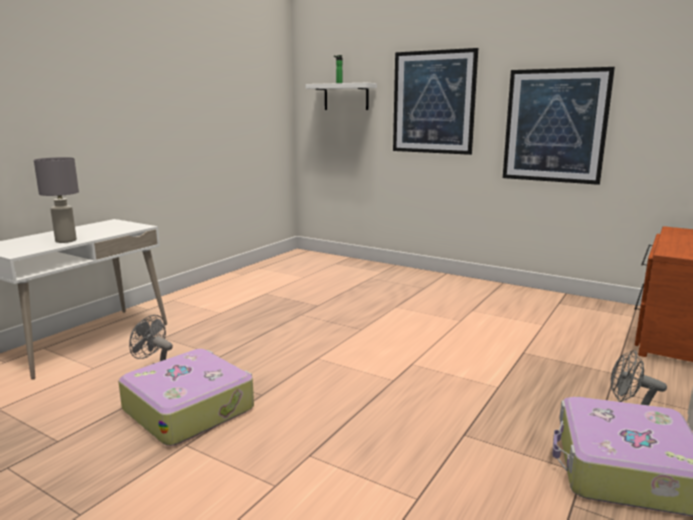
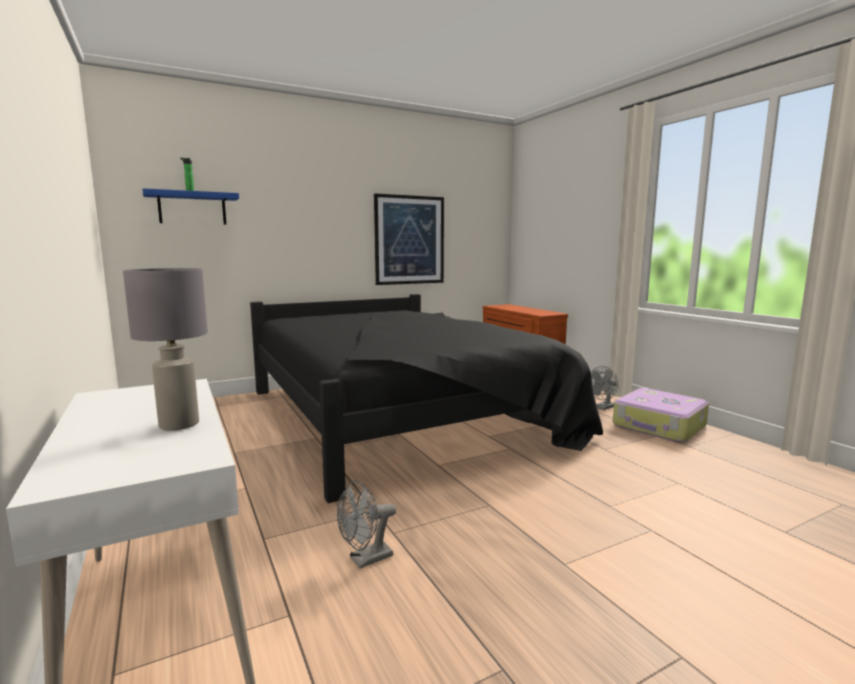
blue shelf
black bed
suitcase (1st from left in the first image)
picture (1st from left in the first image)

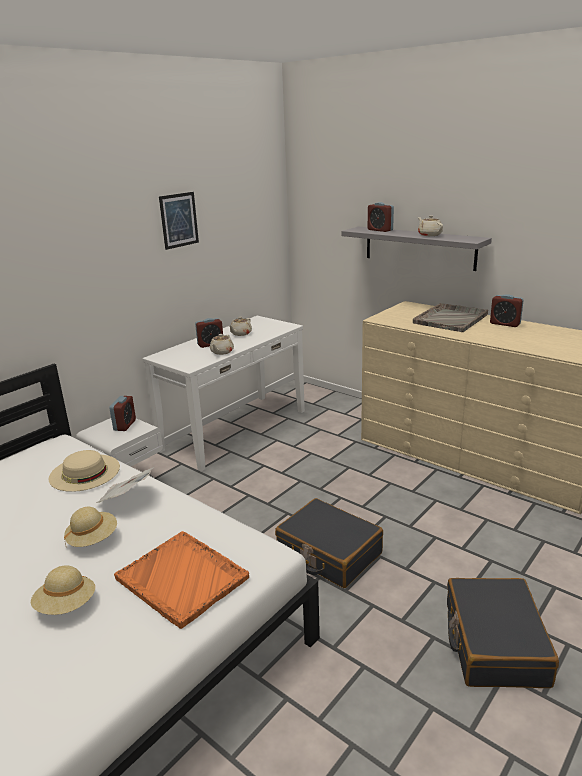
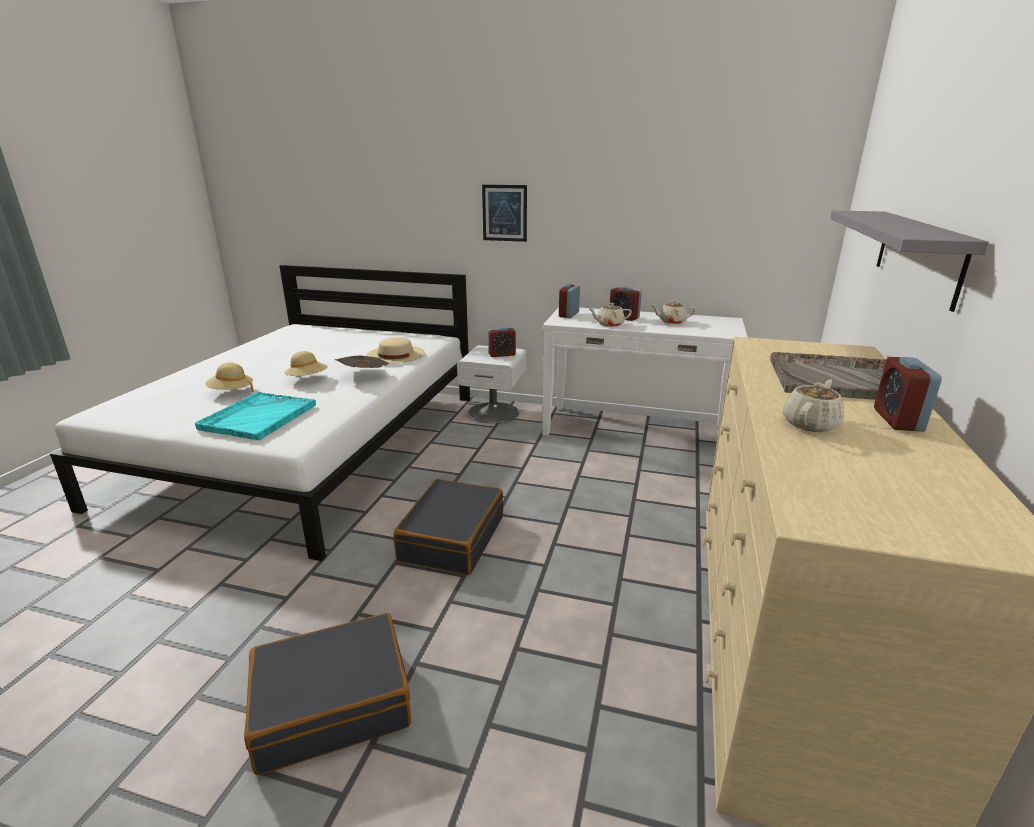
turquoise tray
picture
alarm clock (2nd from left)
beige teapot (3rd from left)

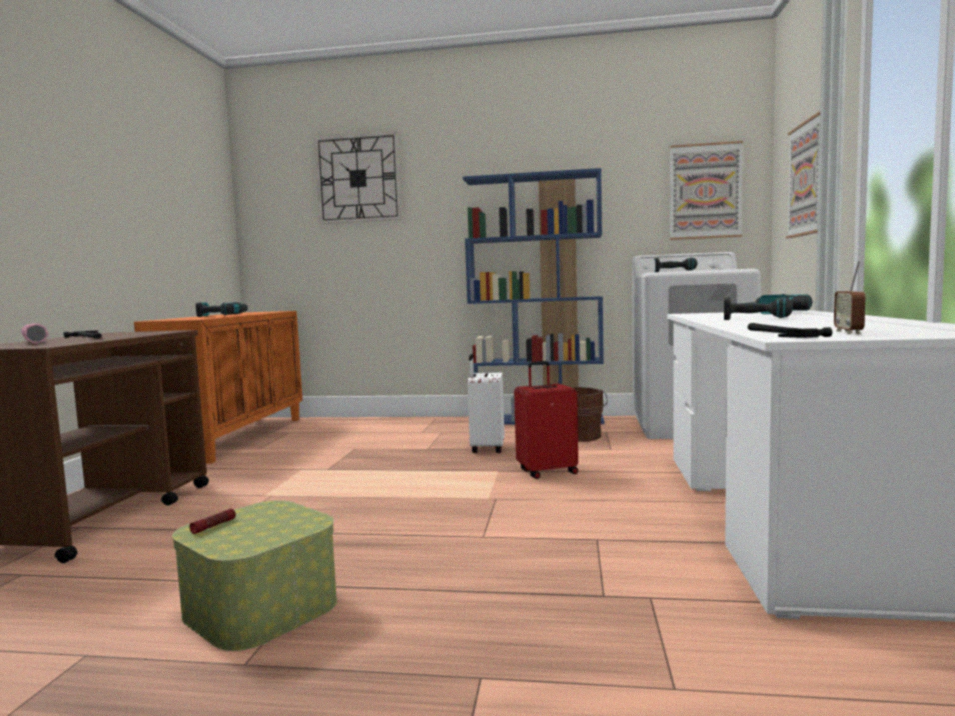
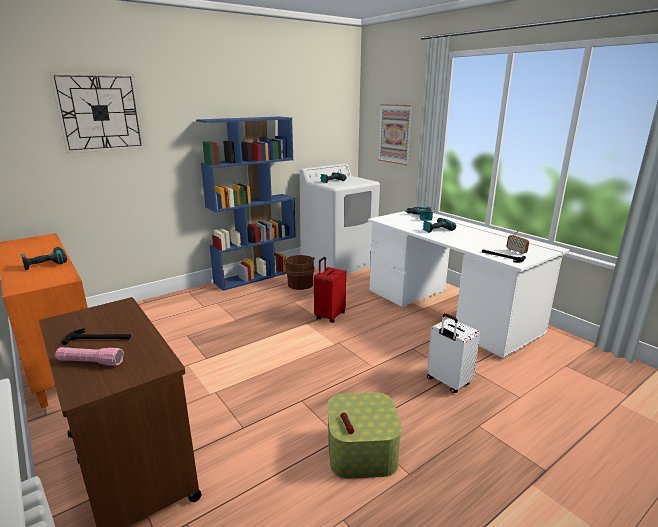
white suitcase
picture (1st from left in the first image)

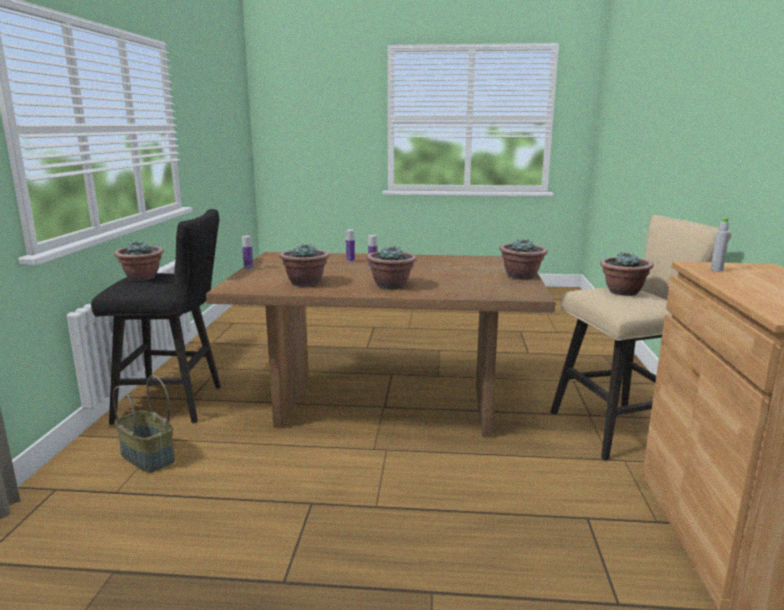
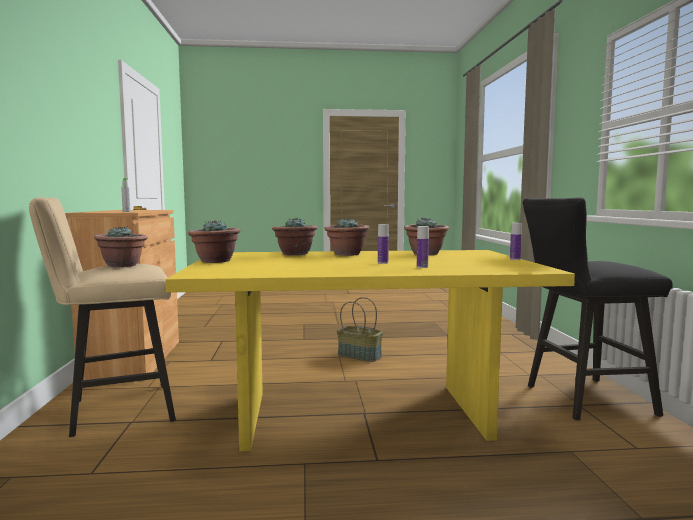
yellow dining table
potted plant (3rd from left)
basket

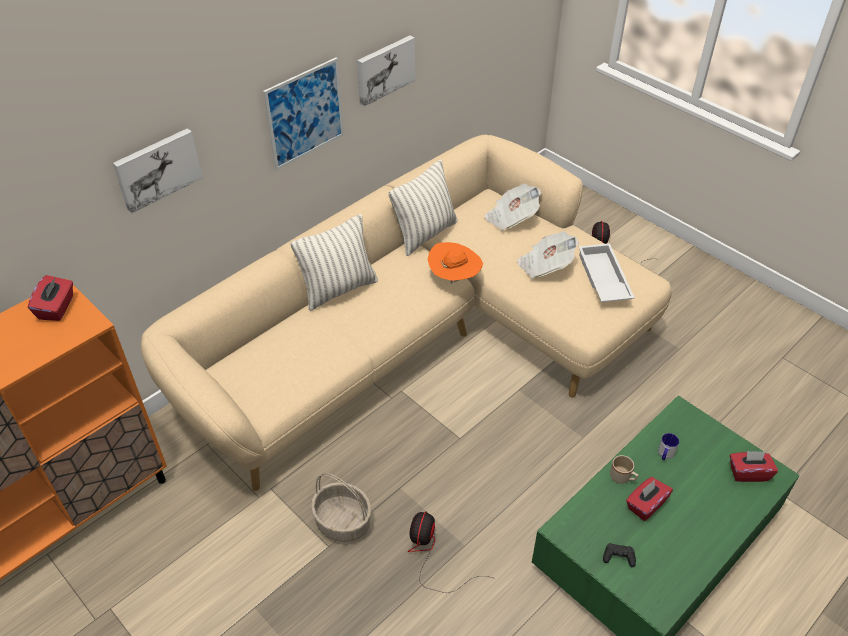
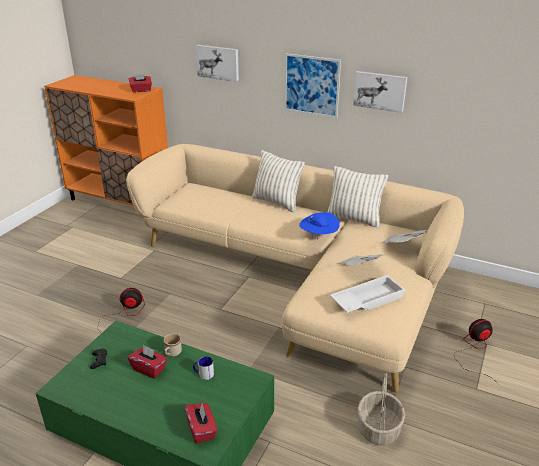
blue hat
basket

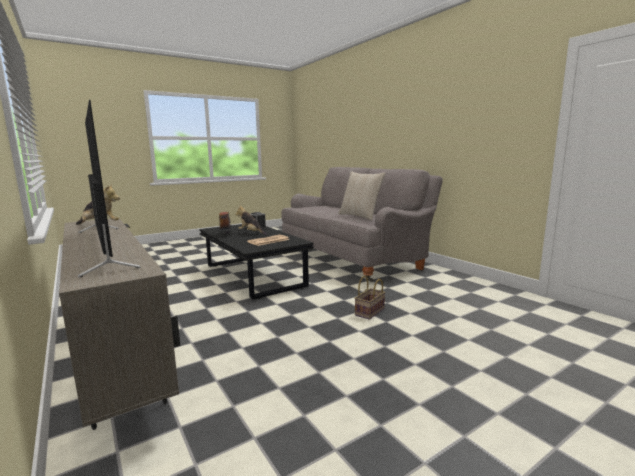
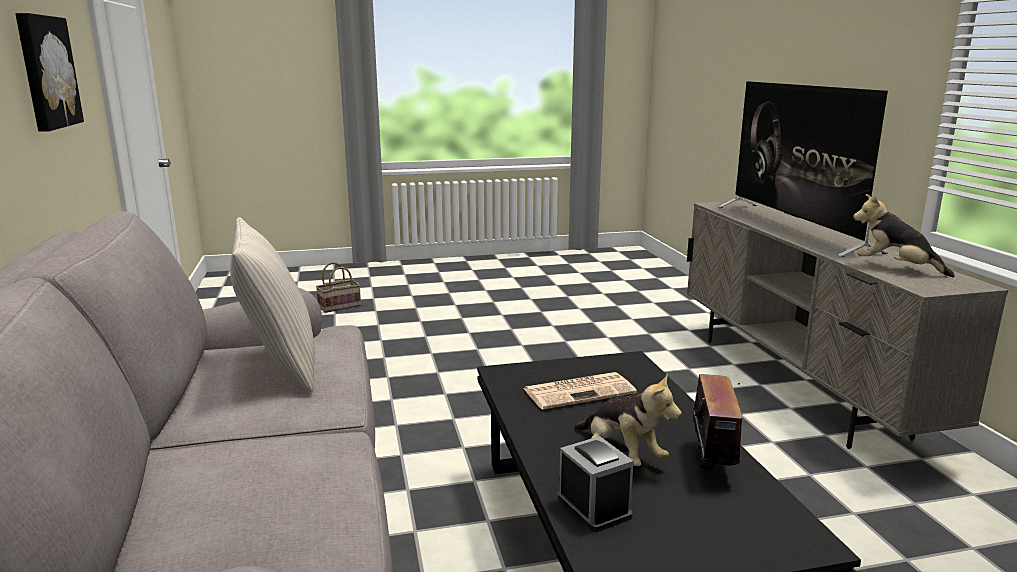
picture
basket

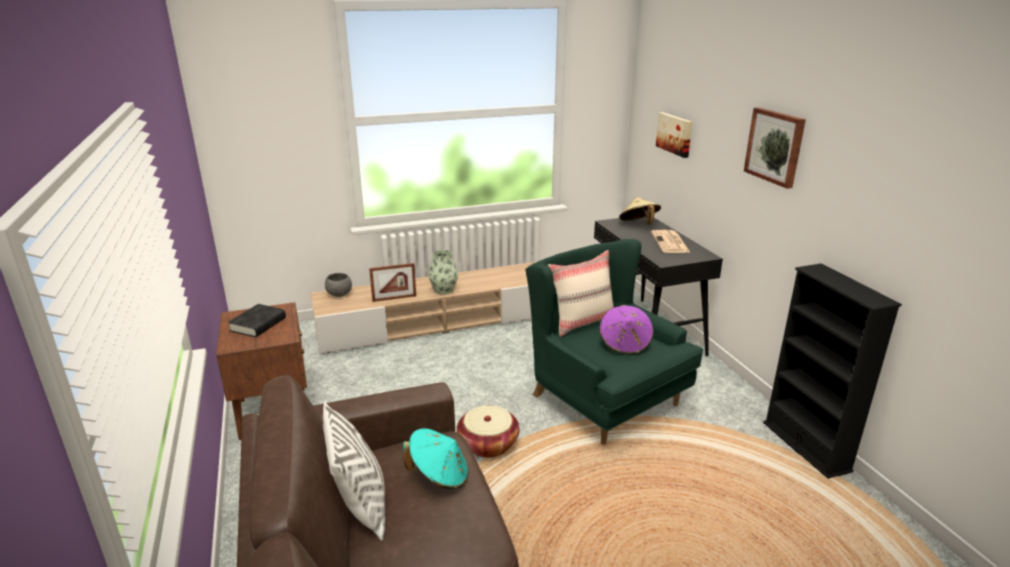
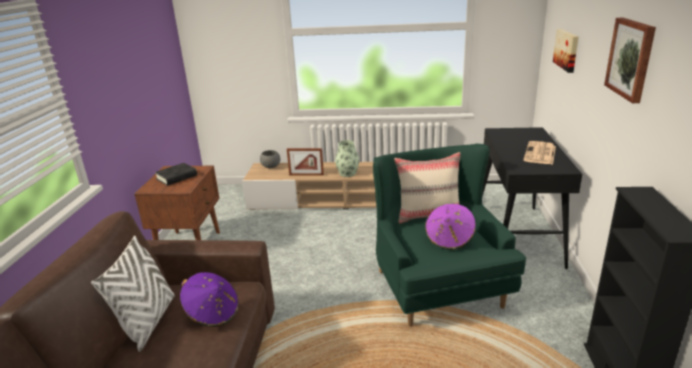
purple hat (1st from left)
basket
beige hat

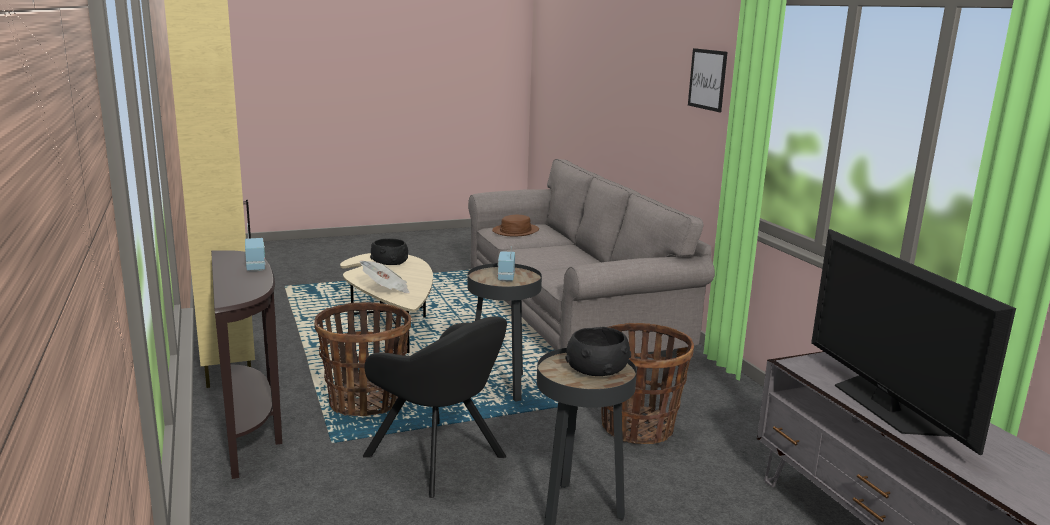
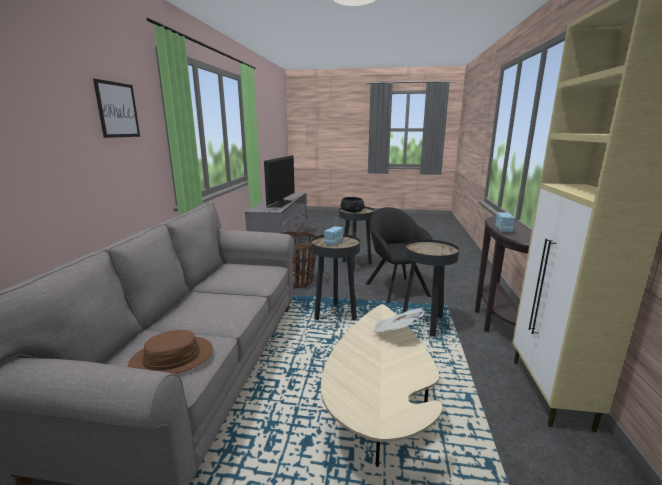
black side table (3rd from left)
black bowl (1st from left in the first image)

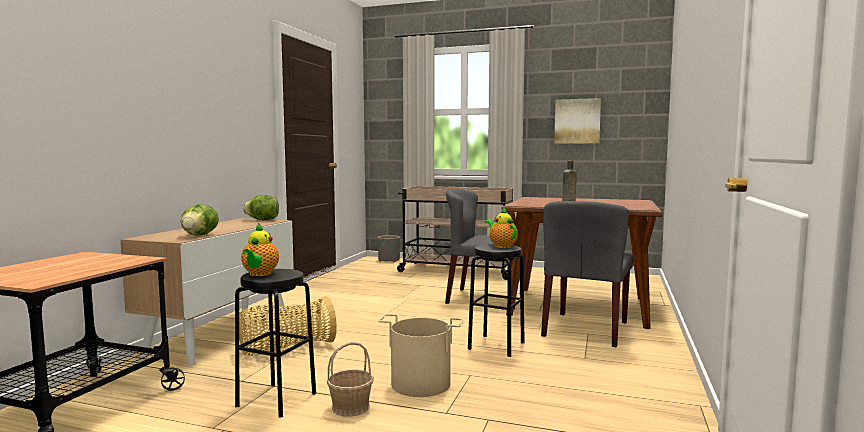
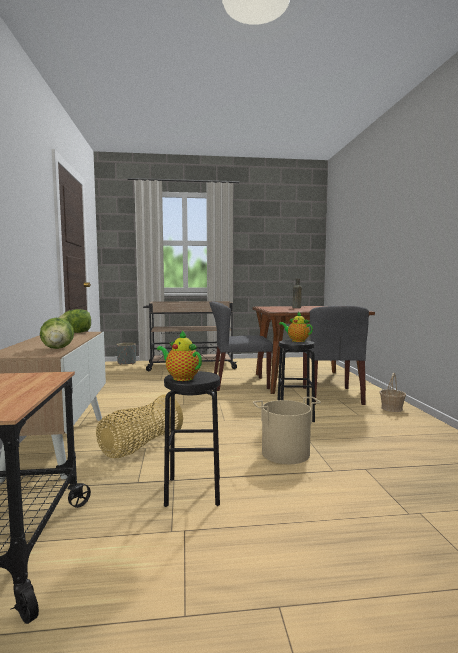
teapot (1st from left)
basket (2nd from left)
picture

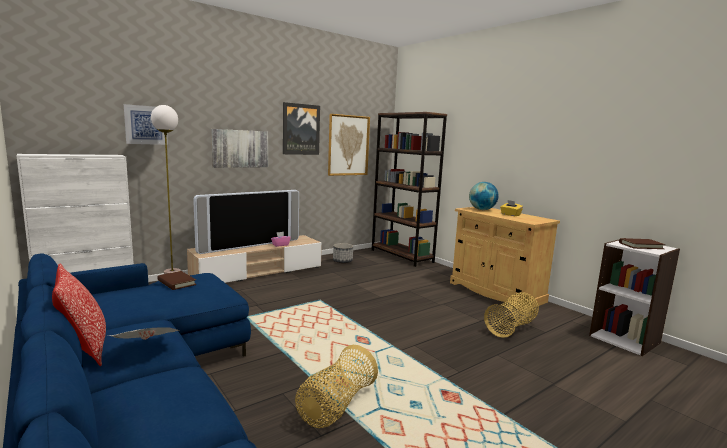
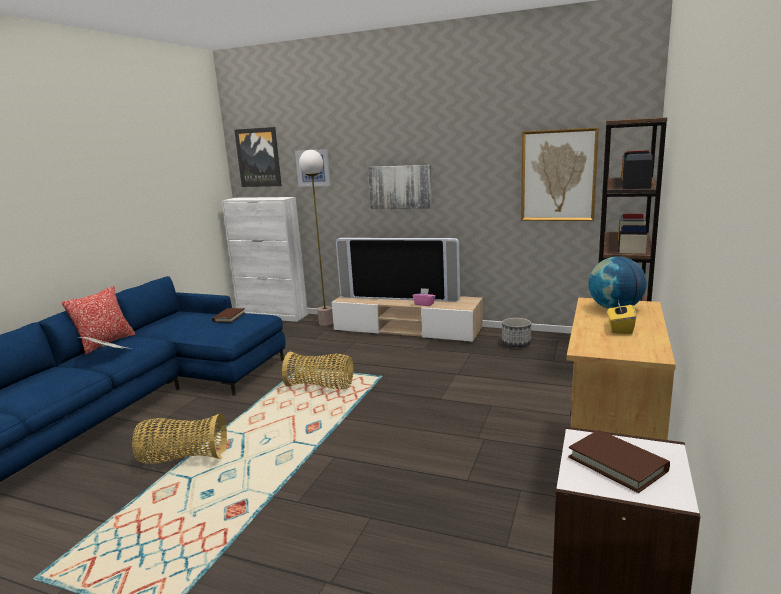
picture (1st from left)
basket (2nd from left)

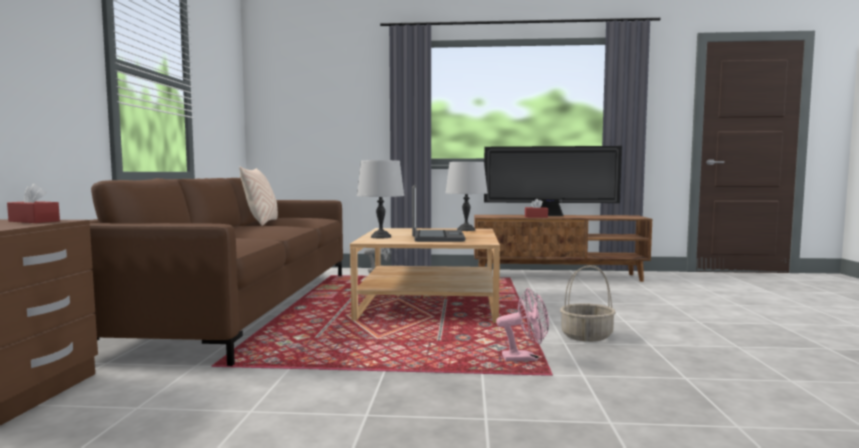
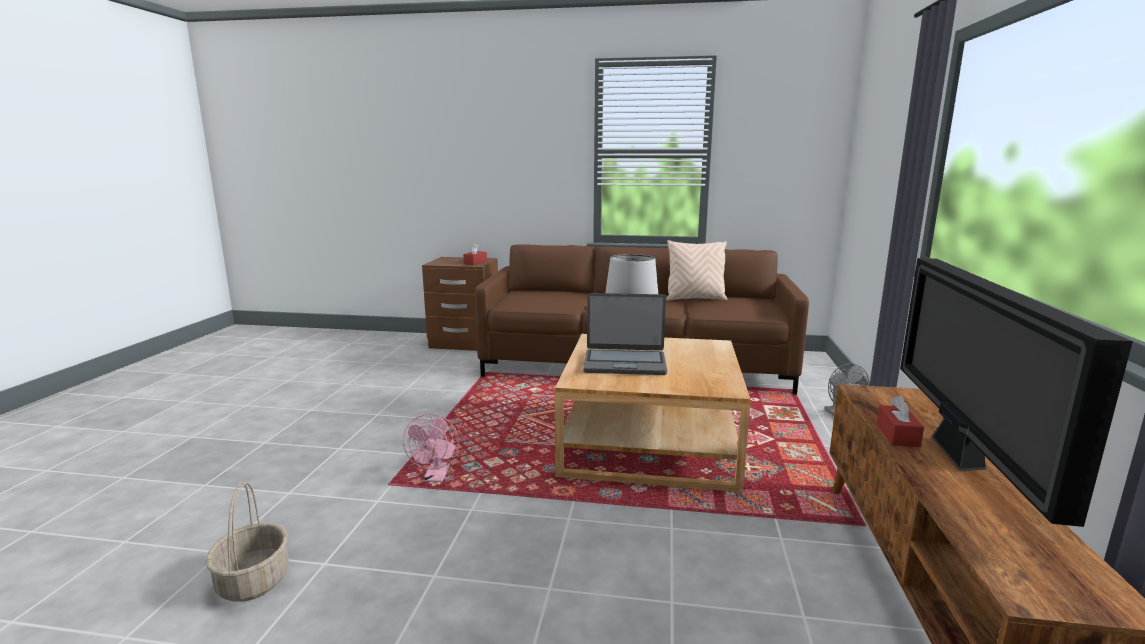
basket
grey table lamp (2nd from left in the first image)

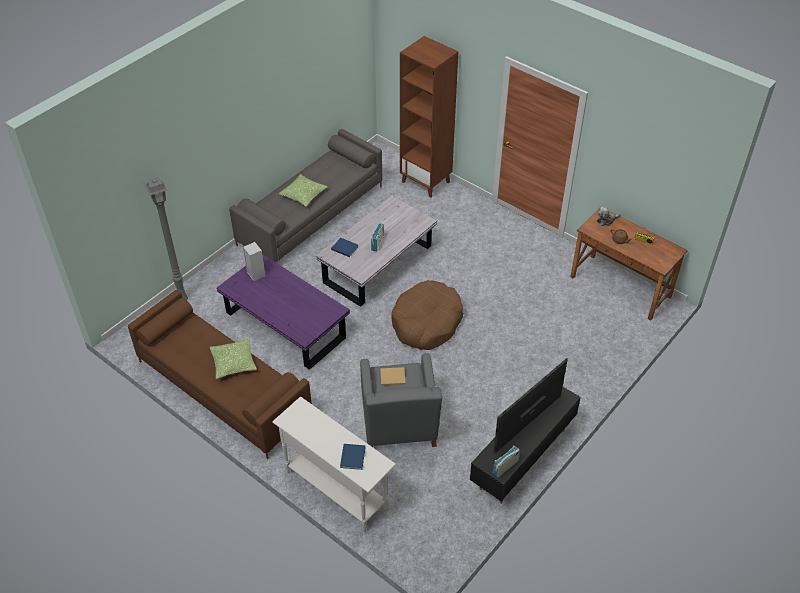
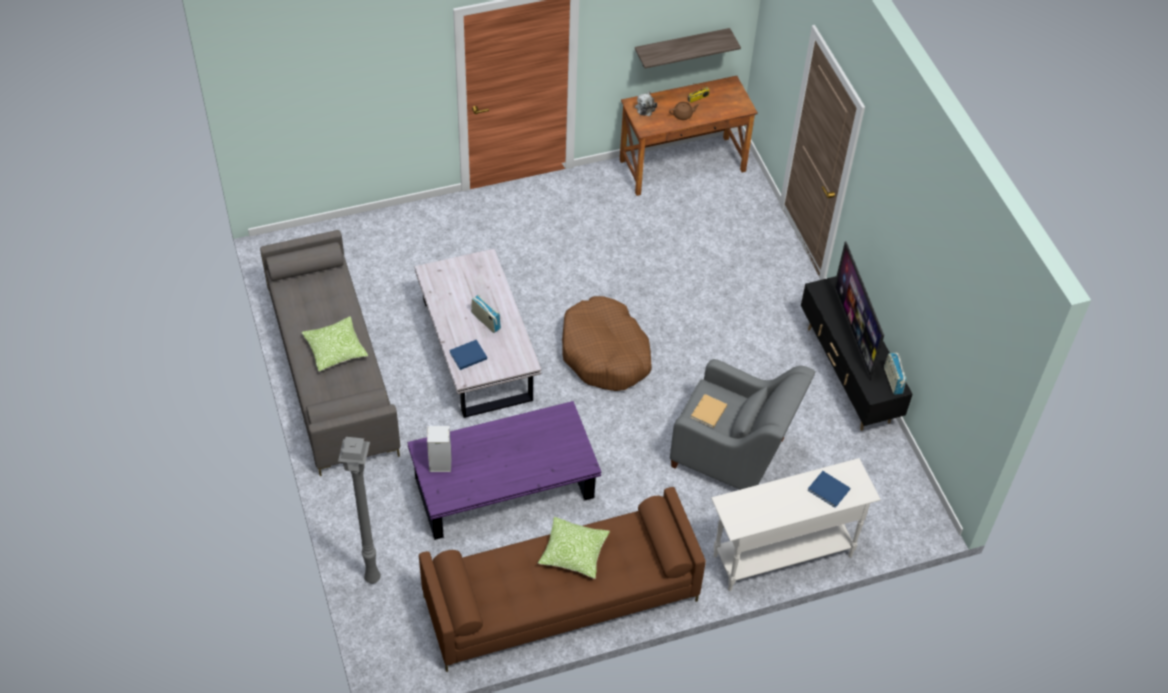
shelf
brown bookcase

